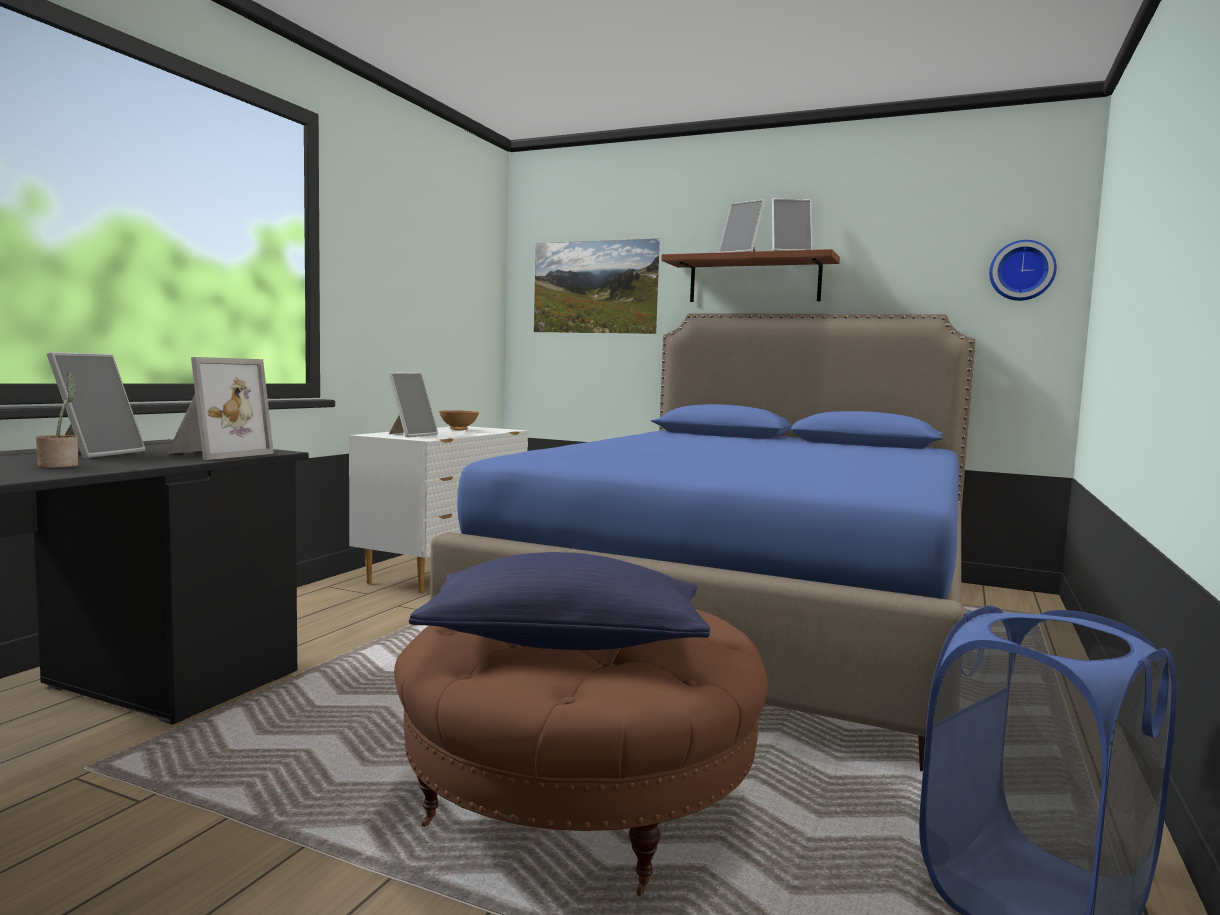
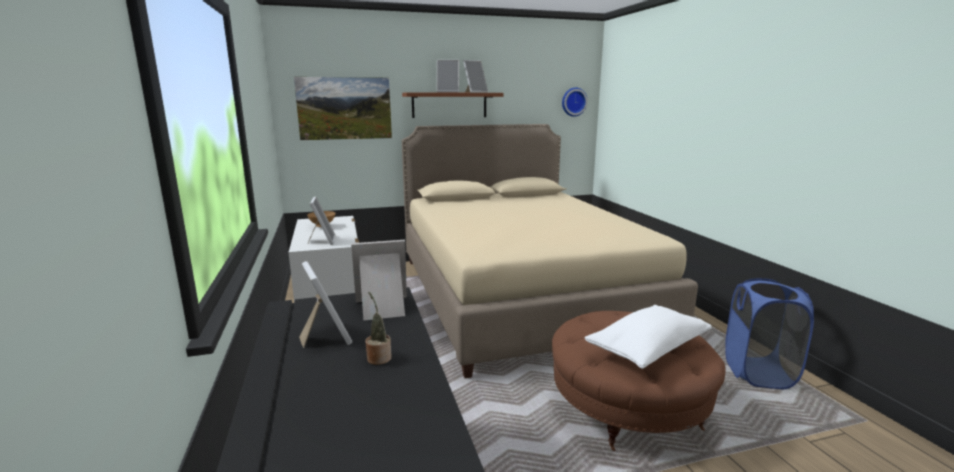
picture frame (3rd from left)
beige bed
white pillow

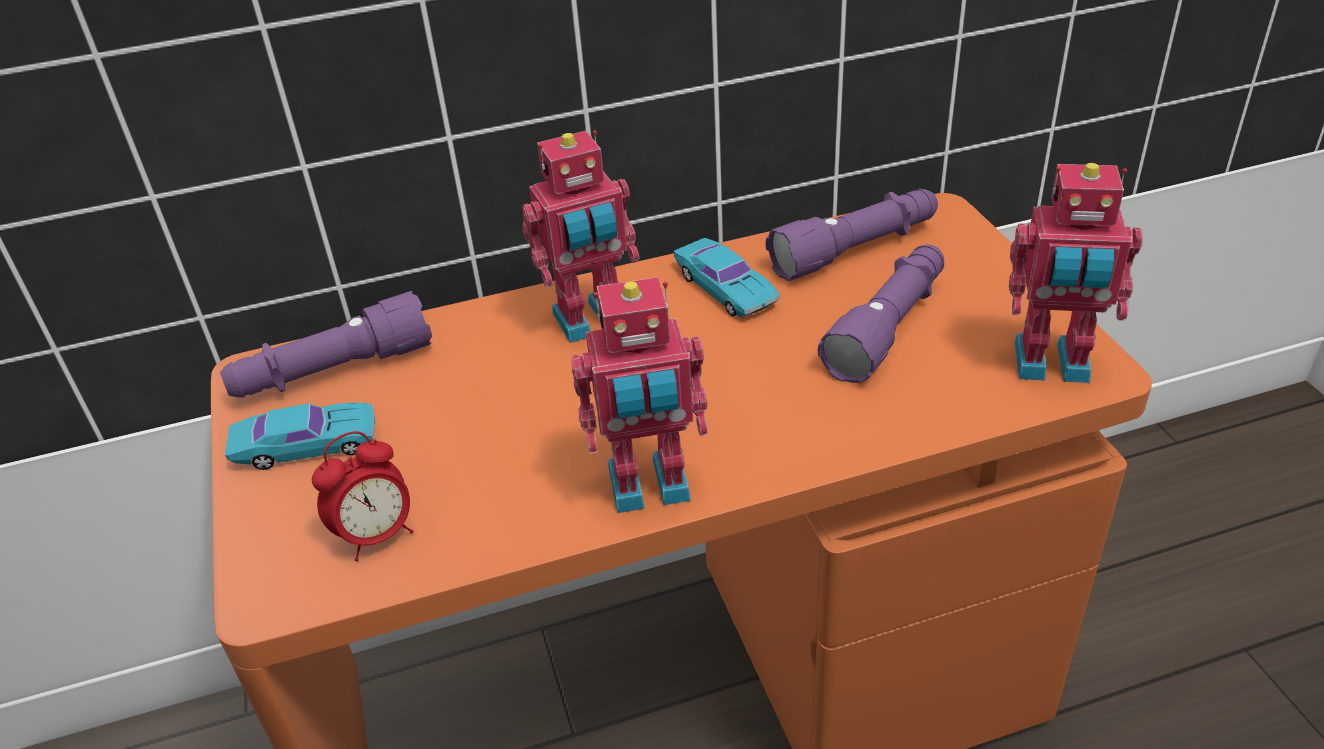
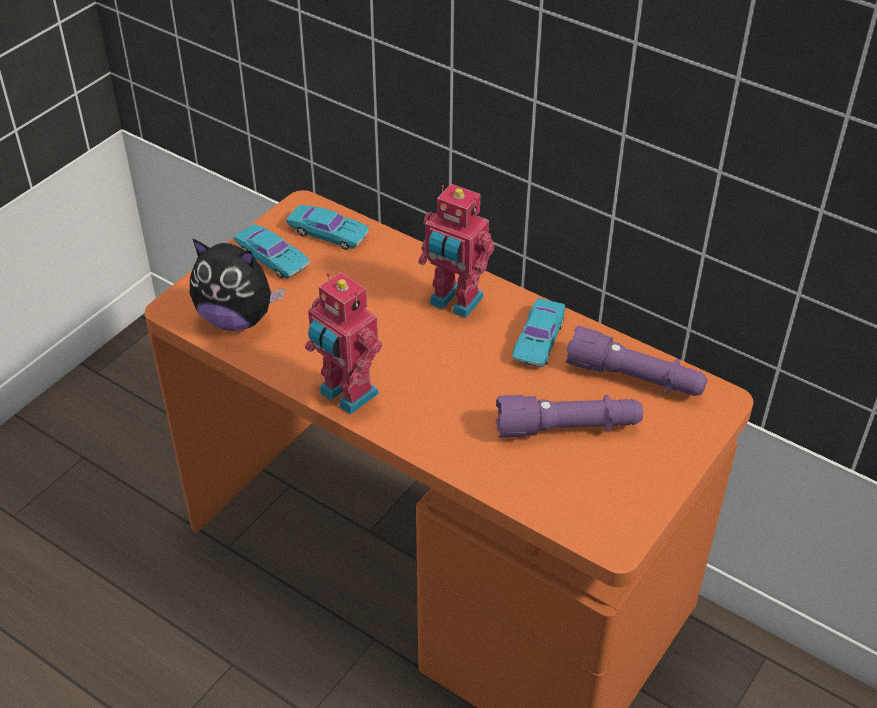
plush toy
turquoise toy car (2nd from left)
toy robot (3rd from left in the first image)

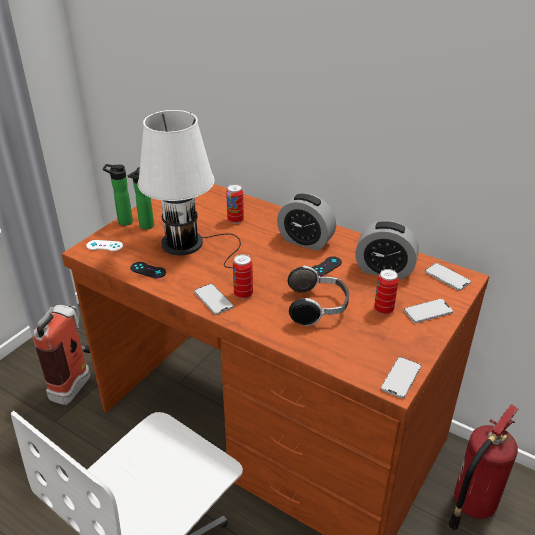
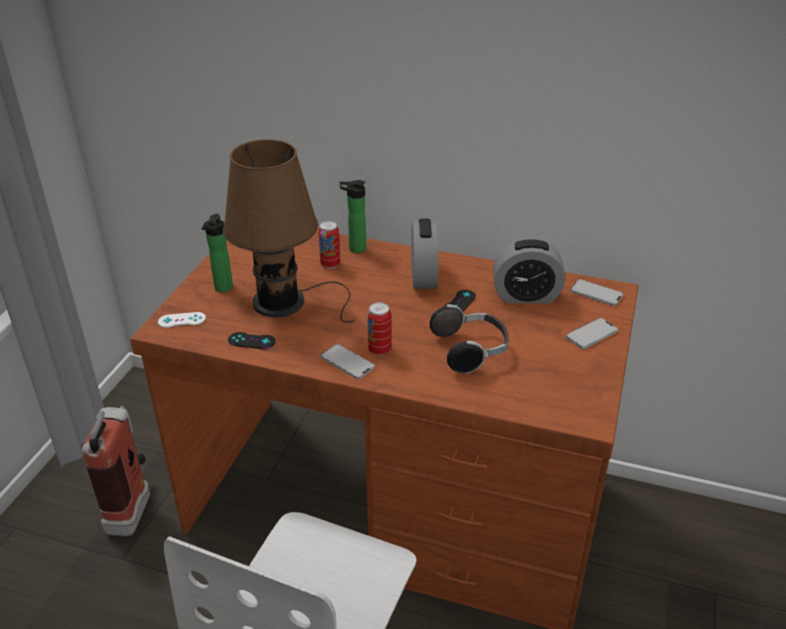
brown table lamp
bottle (2nd from left)
alarm clock (1st from left)
can (3rd from left in the first image)
phone (2nd from left in the first image)
fire extinguisher (2nd from left in the first image)

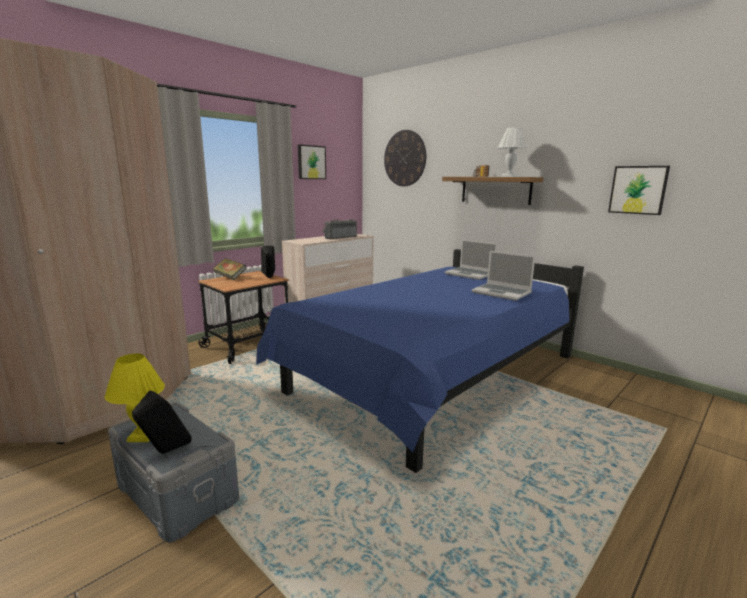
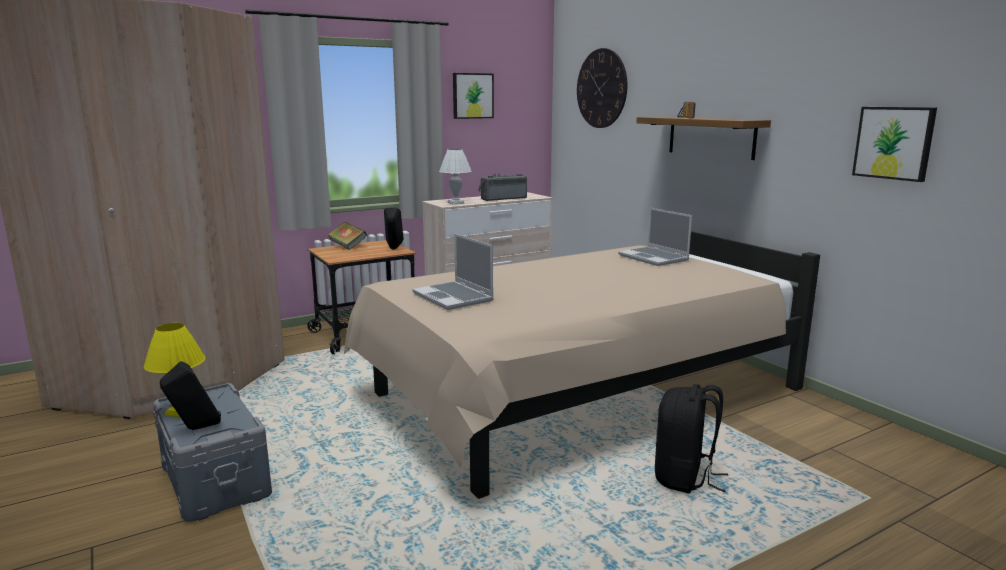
beige bed
laptop (1st from left)
white table lamp
black backpack

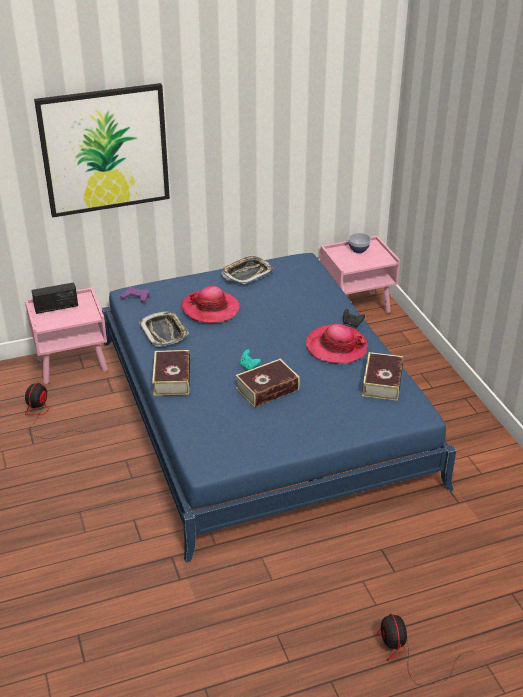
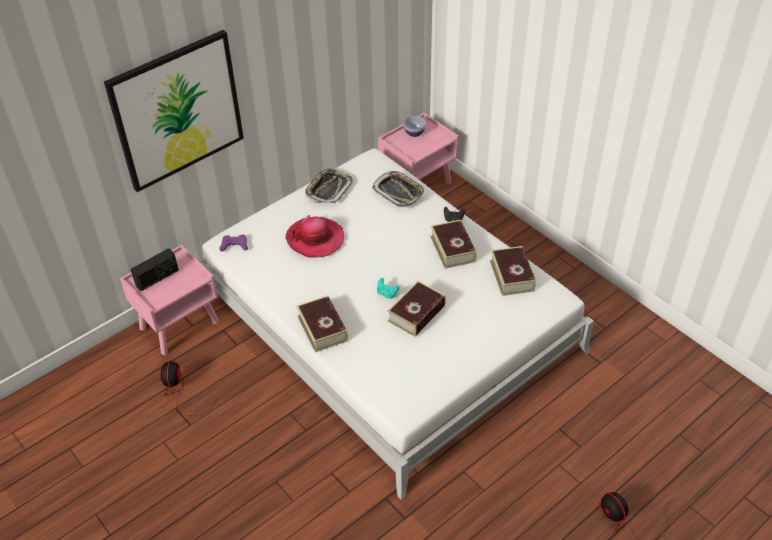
white bed
tray (2nd from left)
book (3rd from left)

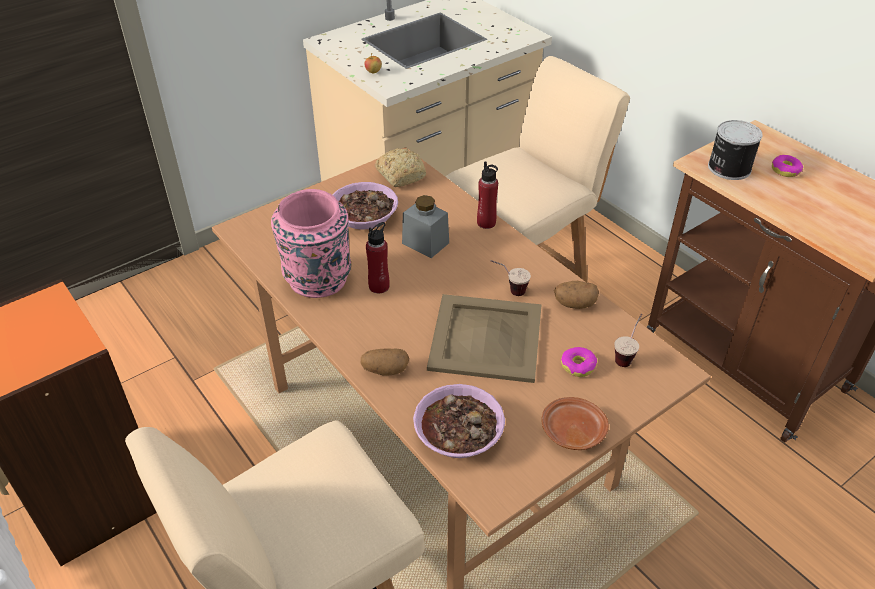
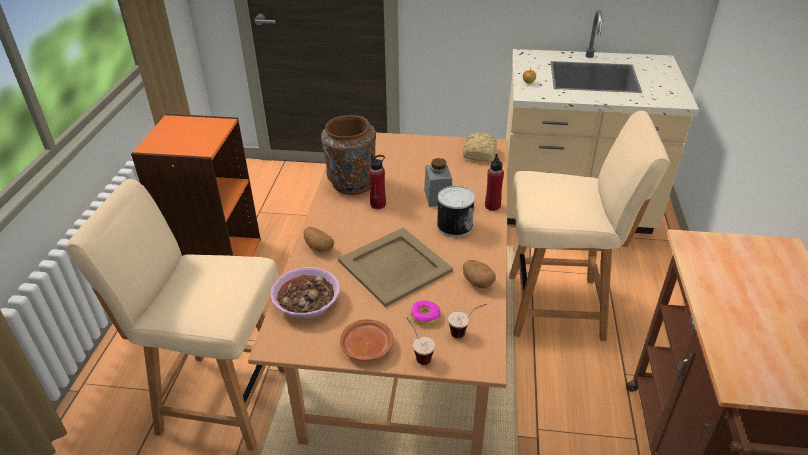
brown vase
cup (1st from left)
can
bowl (1st from left in the first image)
donut (2nd from left in the first image)

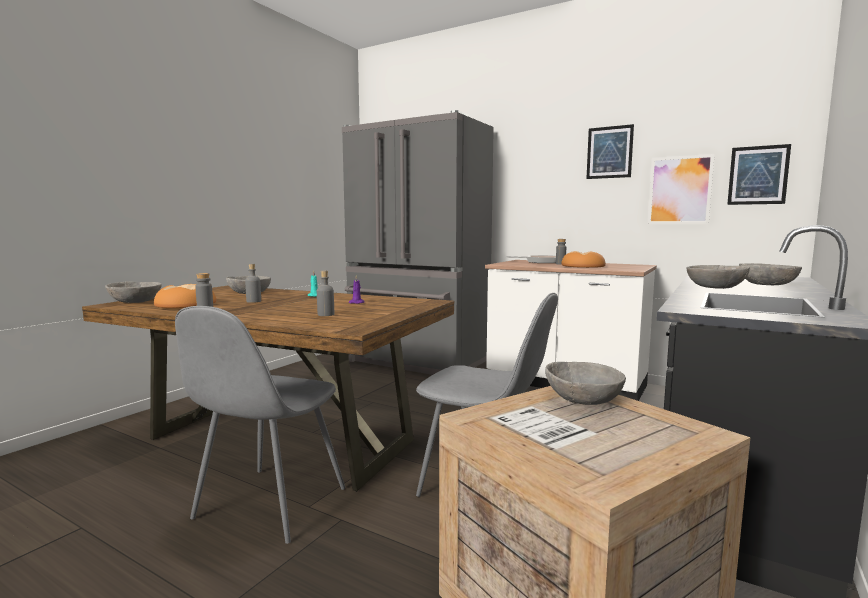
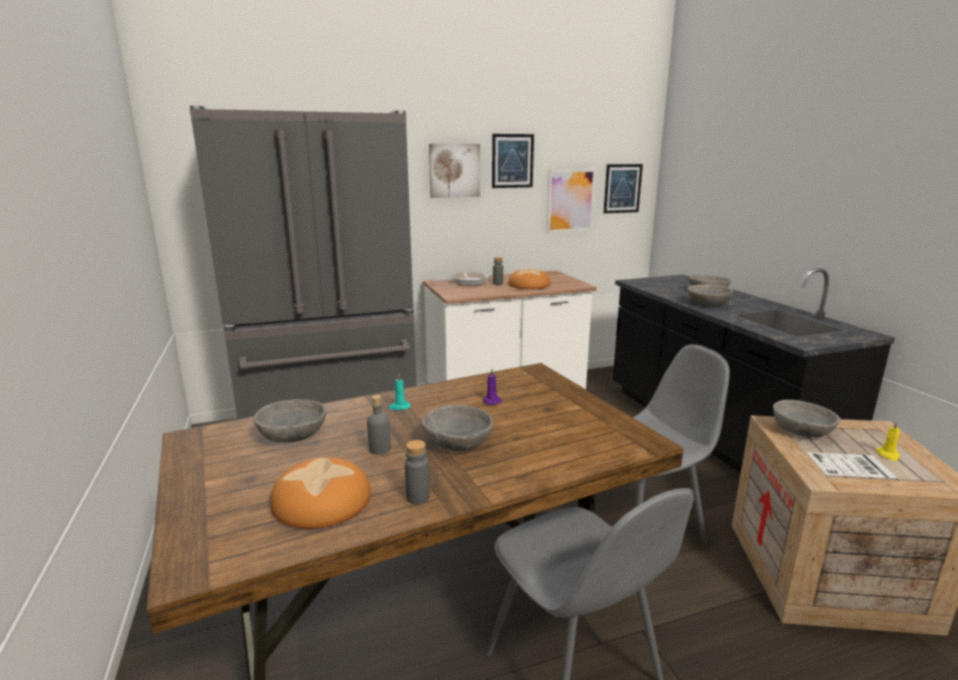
grey bowl (2nd from left)
picture (1st from left)
yellow candle
grey bottle (3rd from left in the first image)

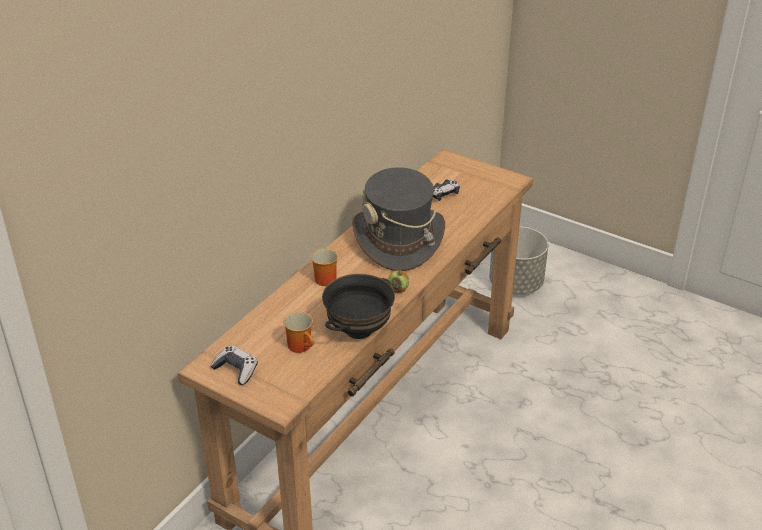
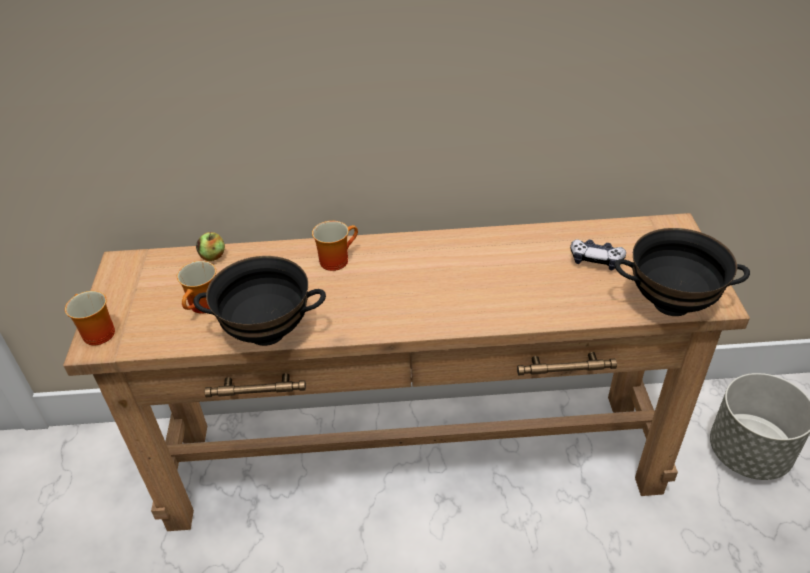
mug (1st from left)
apple
black bowl (2nd from left)
game controller (1st from left in the first image)
grey hat

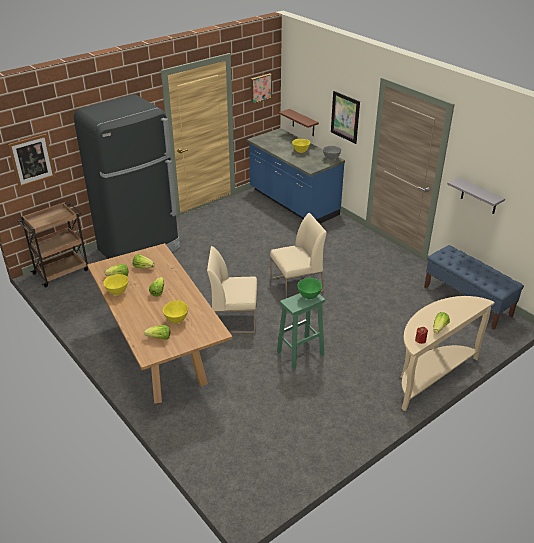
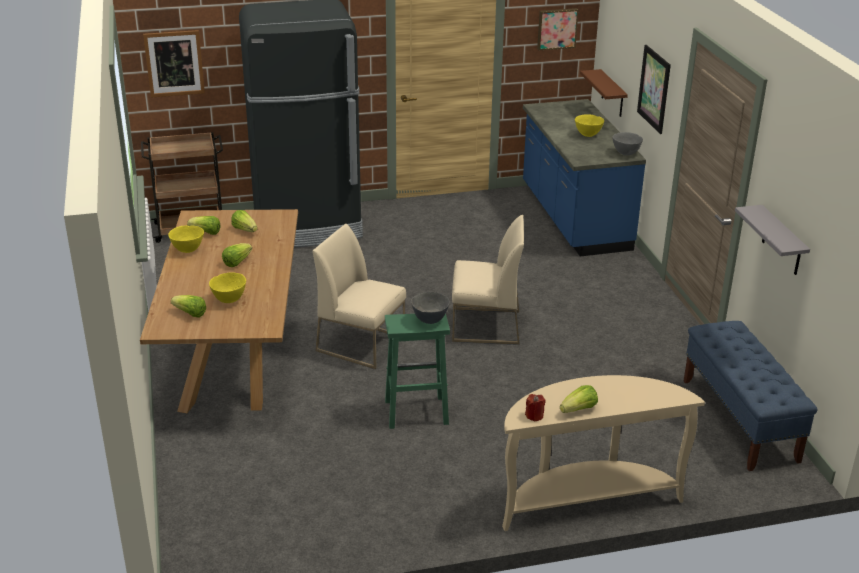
grey bowl (1st from left)

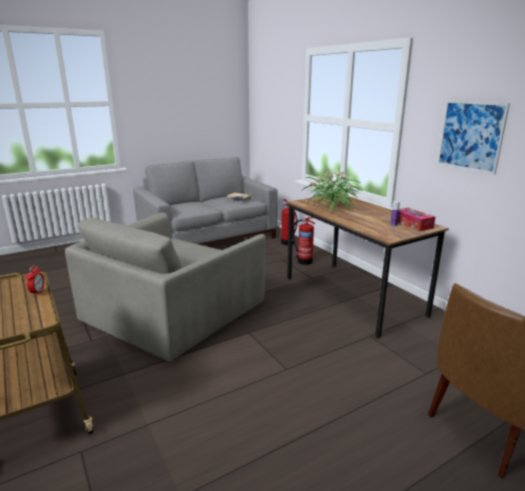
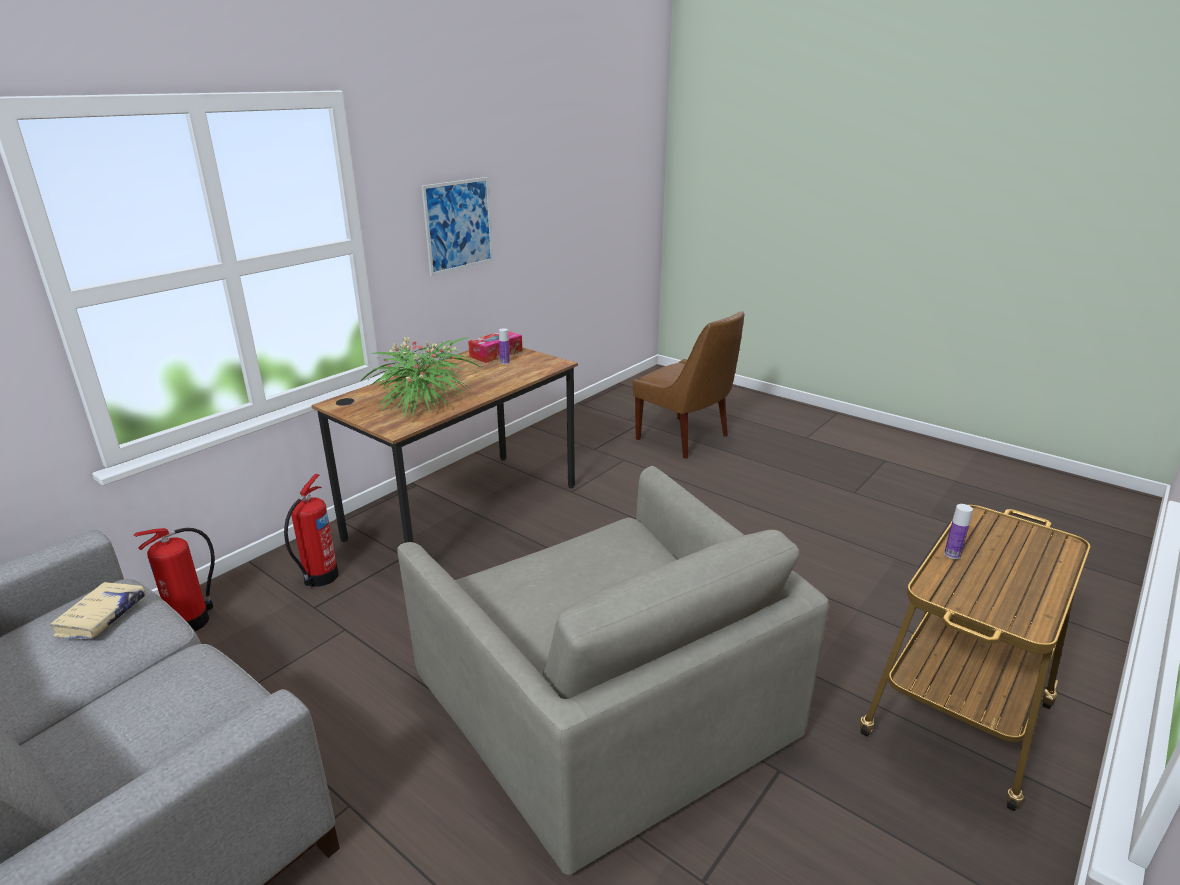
grey armchair
bottle (2nd from left)

